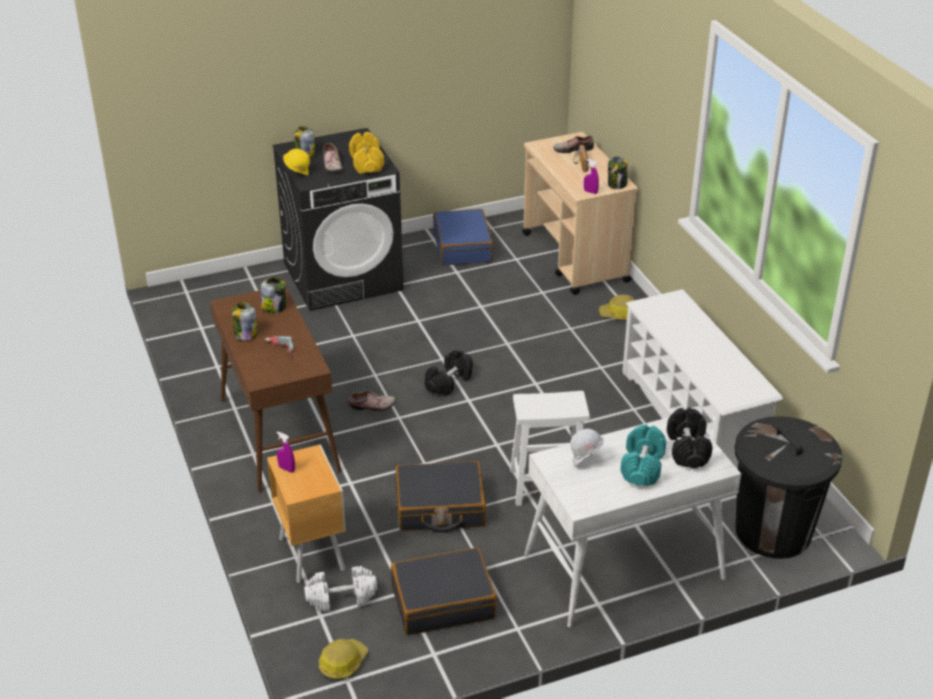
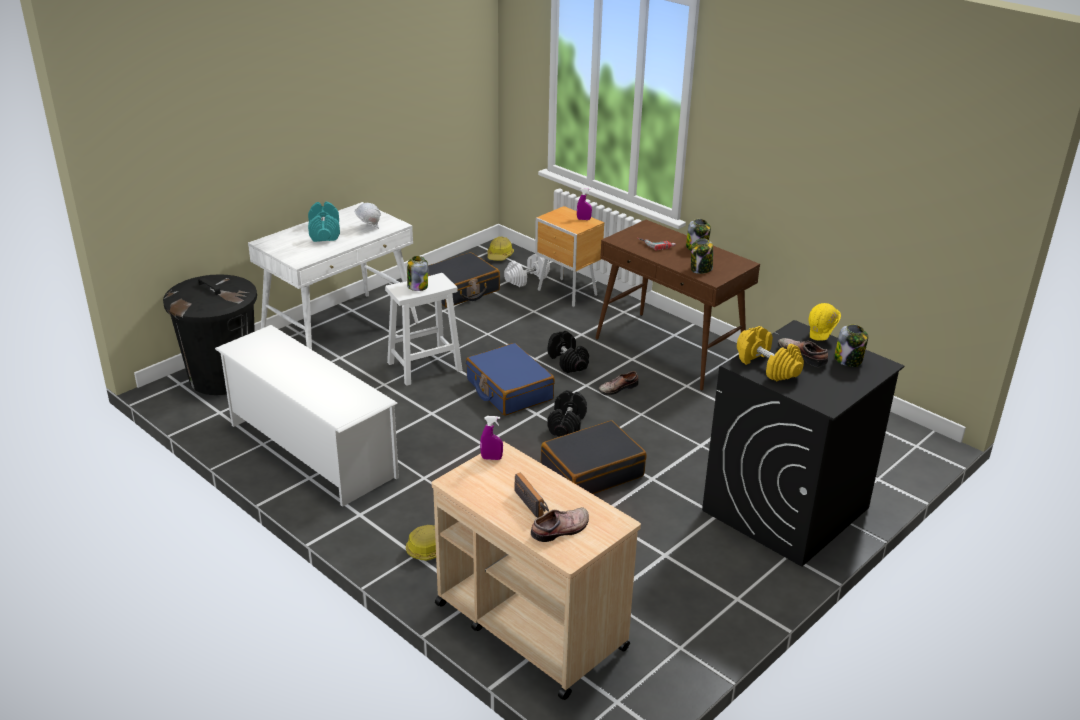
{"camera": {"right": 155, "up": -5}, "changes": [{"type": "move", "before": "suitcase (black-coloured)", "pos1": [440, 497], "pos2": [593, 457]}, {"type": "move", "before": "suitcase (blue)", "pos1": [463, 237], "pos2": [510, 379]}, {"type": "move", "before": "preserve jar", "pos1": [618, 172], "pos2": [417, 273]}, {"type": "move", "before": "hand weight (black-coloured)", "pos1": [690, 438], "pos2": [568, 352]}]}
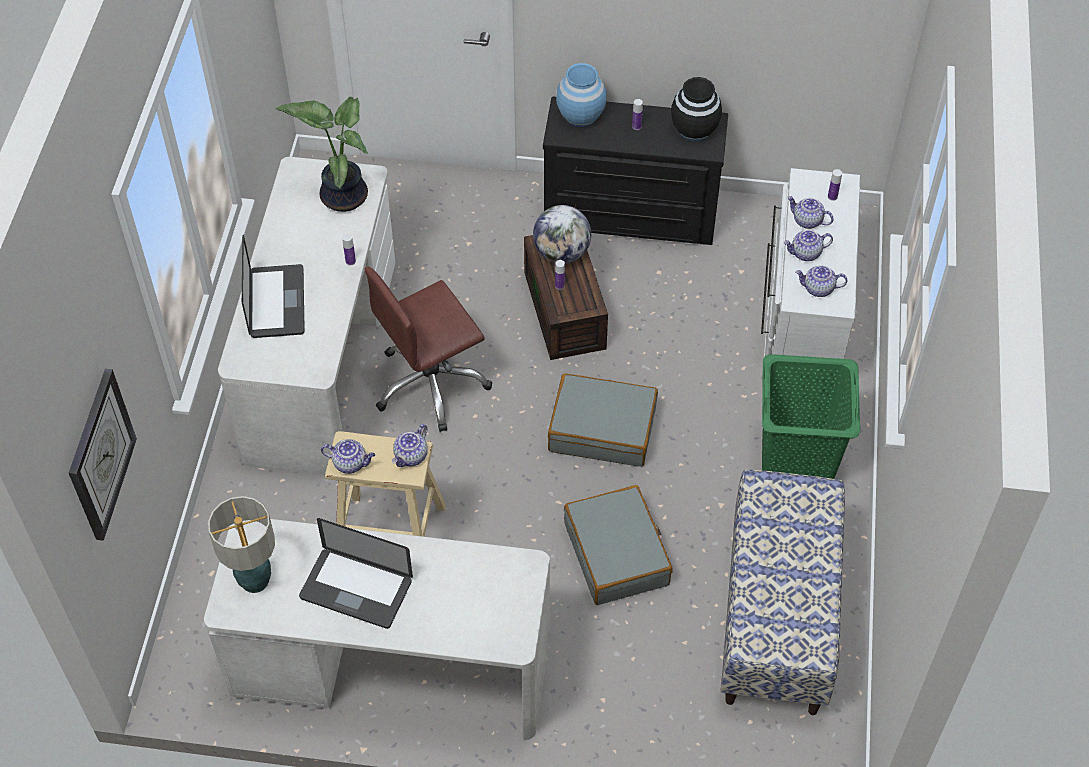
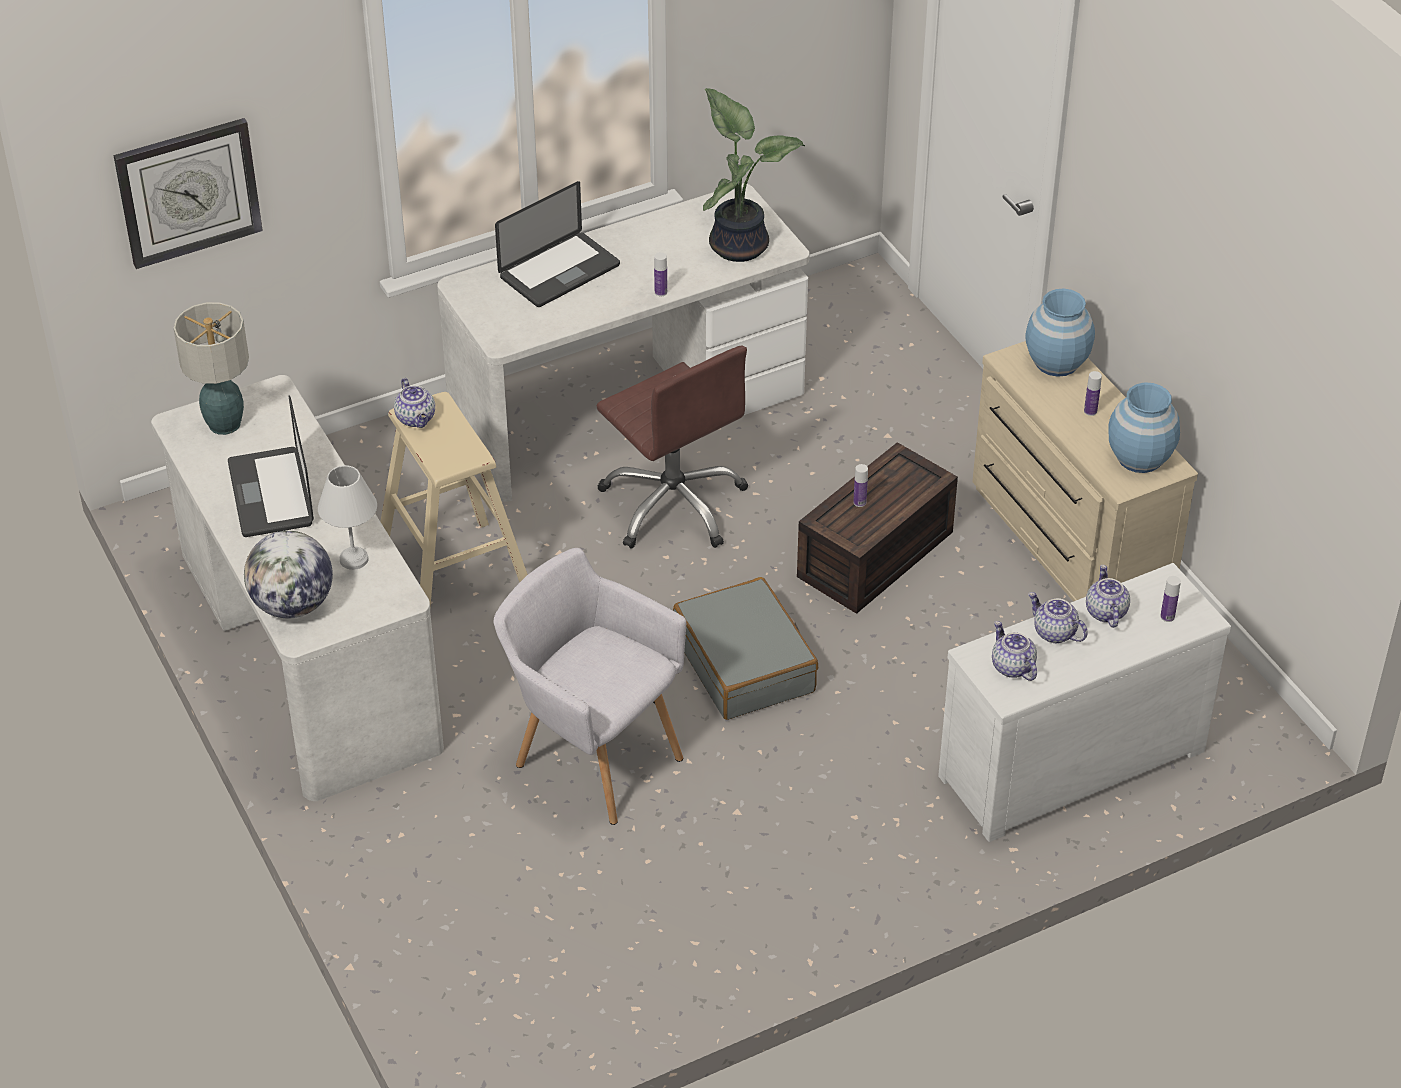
{"camera": {"right": 55, "up": -10}, "changes": [{"type": "delete", "before": "pot for tea", "pos1": [410, 445]}, {"type": "delete", "before": "indoor bench", "pos1": [783, 592]}, {"type": "delete", "before": "laundry basket (green-coloured)", "pos1": [811, 416]}, {"type": "insert", "after": "table lamp (whitish)", "pos2": [347, 517]}, {"type": "move", "before": "globe", "pos1": [562, 234], "pos2": [288, 574]}, {"type": "replace", "before": "suitcase (gray)", "after": "lounge chair (gray)", "pos1": [618, 545], "pos2": [590, 686]}, {"type": "recolor", "before": "drawer chest (black-coloured)", "after": "drawer chest (beige-coloured)", "pos1": [635, 170], "pos2": [1085, 471]}, {"type": "recolor", "before": "flower vase (black-coloured)", "after": "flower vase (blue)", "pos1": [696, 109], "pos2": [1144, 427]}, {"type": "rotate", "before": "office chair (brown-coloured)", "pos1": [428, 349], "pos2": [672, 447], "turn": -150}]}
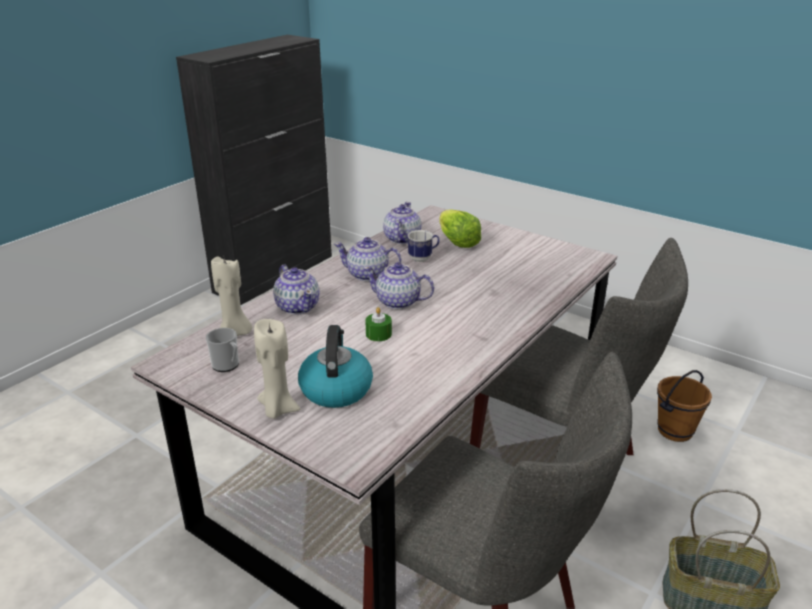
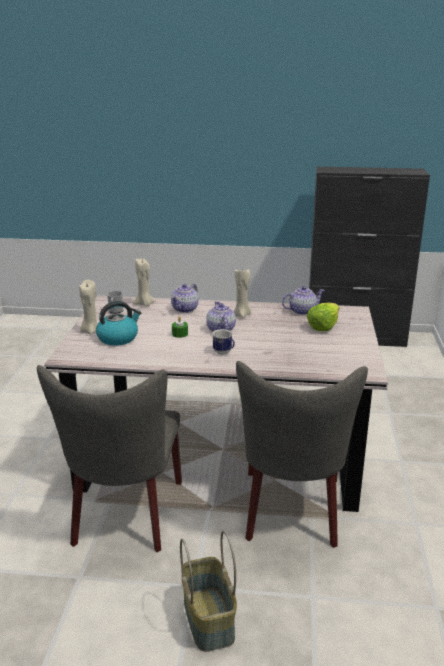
{"camera": {"right": 60, "up": -5}, "changes": [{"type": "delete", "before": "pail (brown-coloured)", "pos1": [684, 406]}, {"type": "move", "before": "tea mug", "pos1": [423, 246], "pos2": [223, 342]}, {"type": "replace", "before": "pot for tea", "after": "wax candle (beige-coloured)", "pos1": [368, 259], "pos2": [242, 293]}]}
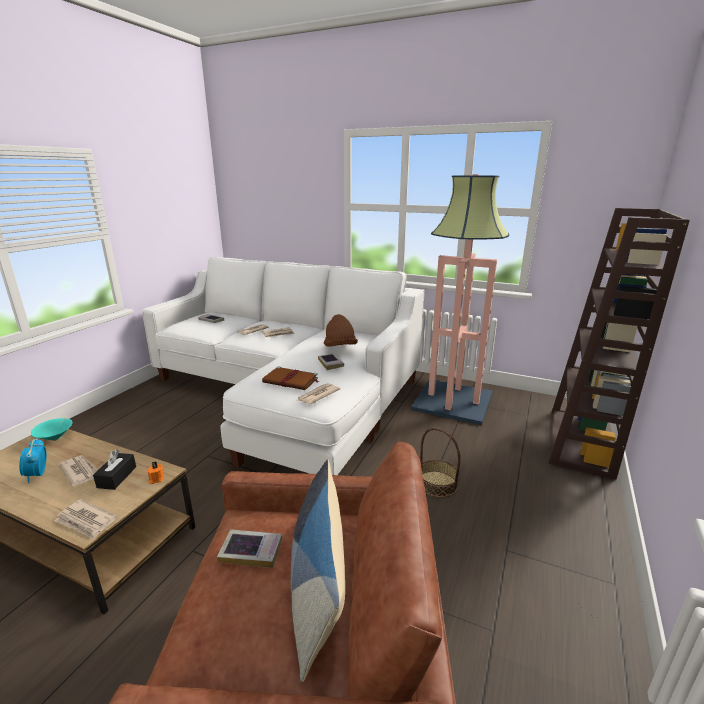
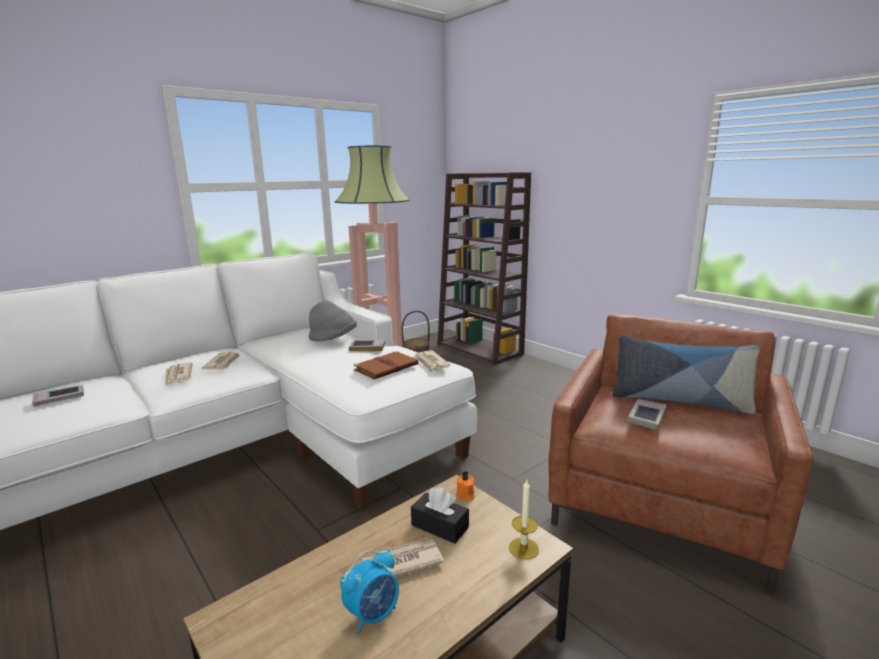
{"camera": {"right": -65, "up": -5}, "changes": [{"type": "delete", "before": "bowl (blue-green)", "pos1": [52, 429]}, {"type": "move", "before": "household basket", "pos1": [440, 463], "pos2": [416, 332]}, {"type": "replace", "before": "daily paper", "after": "wax candle", "pos1": [86, 519], "pos2": [524, 520]}, {"type": "recolor", "before": "clothing hat (brown-coloured)", "after": "clothing hat (gray)", "pos1": [341, 330], "pos2": [332, 321]}, {"type": "rotate", "before": "alarm clock", "pos1": [33, 460], "pos2": [369, 591], "turn": -45}]}
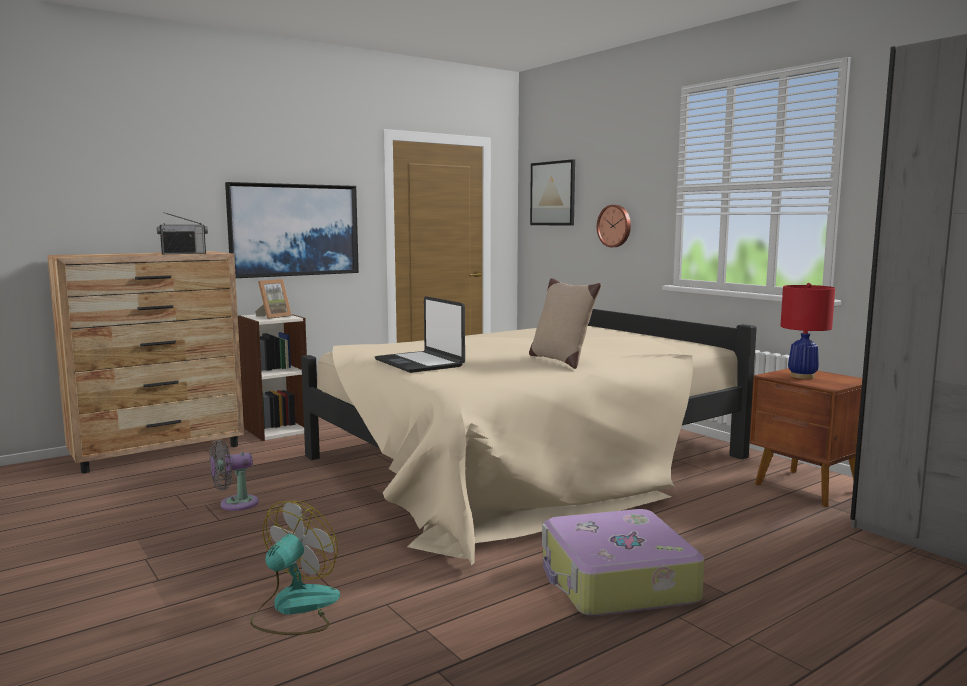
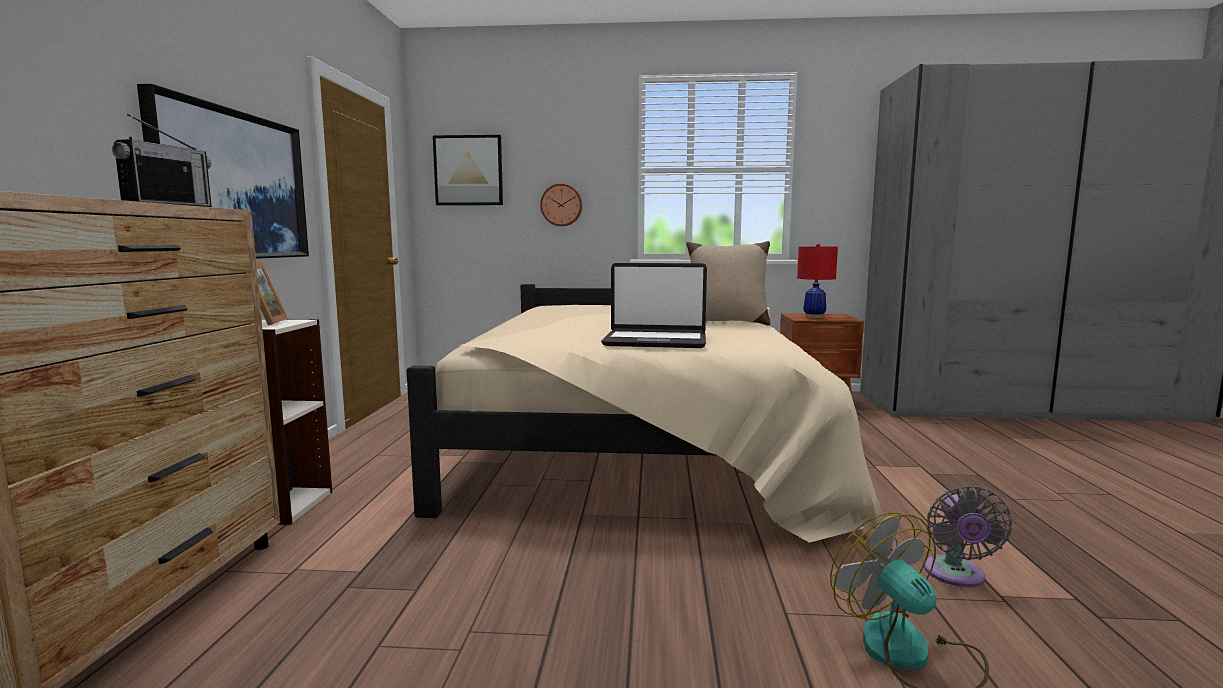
{"camera": {"right": -50, "up": 0}, "changes": [{"type": "delete", "before": "suitcase", "pos1": [623, 562]}, {"type": "move", "before": "fan (gray)", "pos1": [234, 475], "pos2": [968, 536]}]}
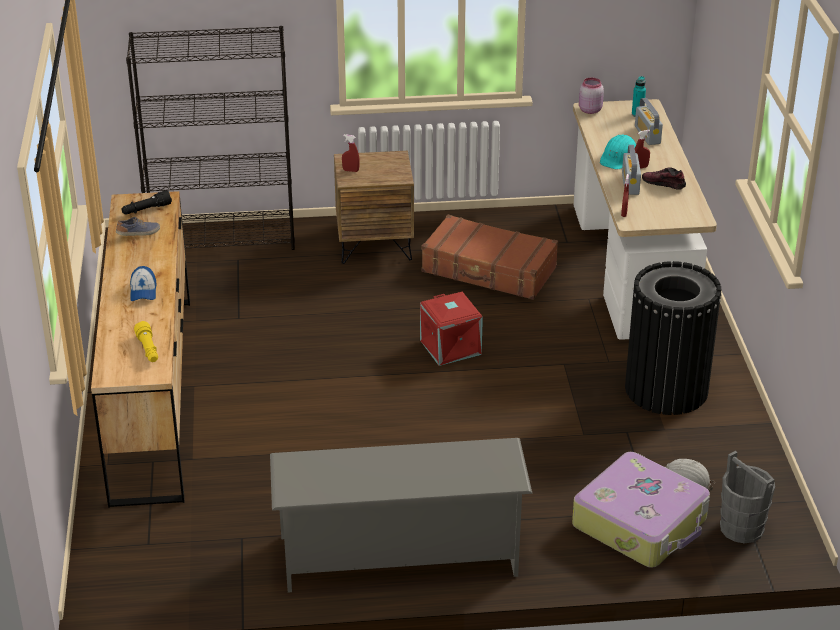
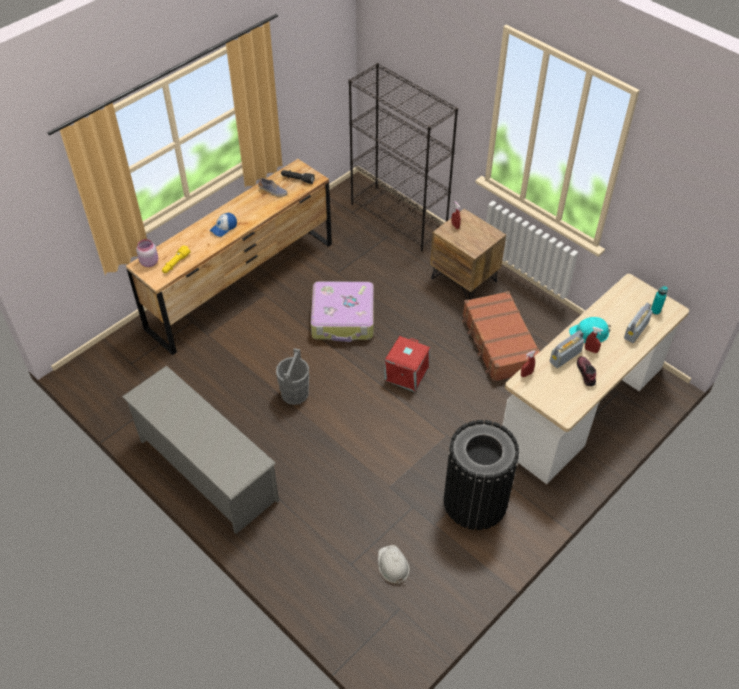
{"camera": {"right": 50, "up": 15}, "changes": [{"type": "move", "before": "suitcase", "pos1": [641, 510], "pos2": [342, 311]}, {"type": "move", "before": "preserve jar (pinkish)", "pos1": [591, 96], "pos2": [147, 253]}, {"type": "move", "before": "pail (gray)", "pos1": [747, 497], "pos2": [292, 376]}]}
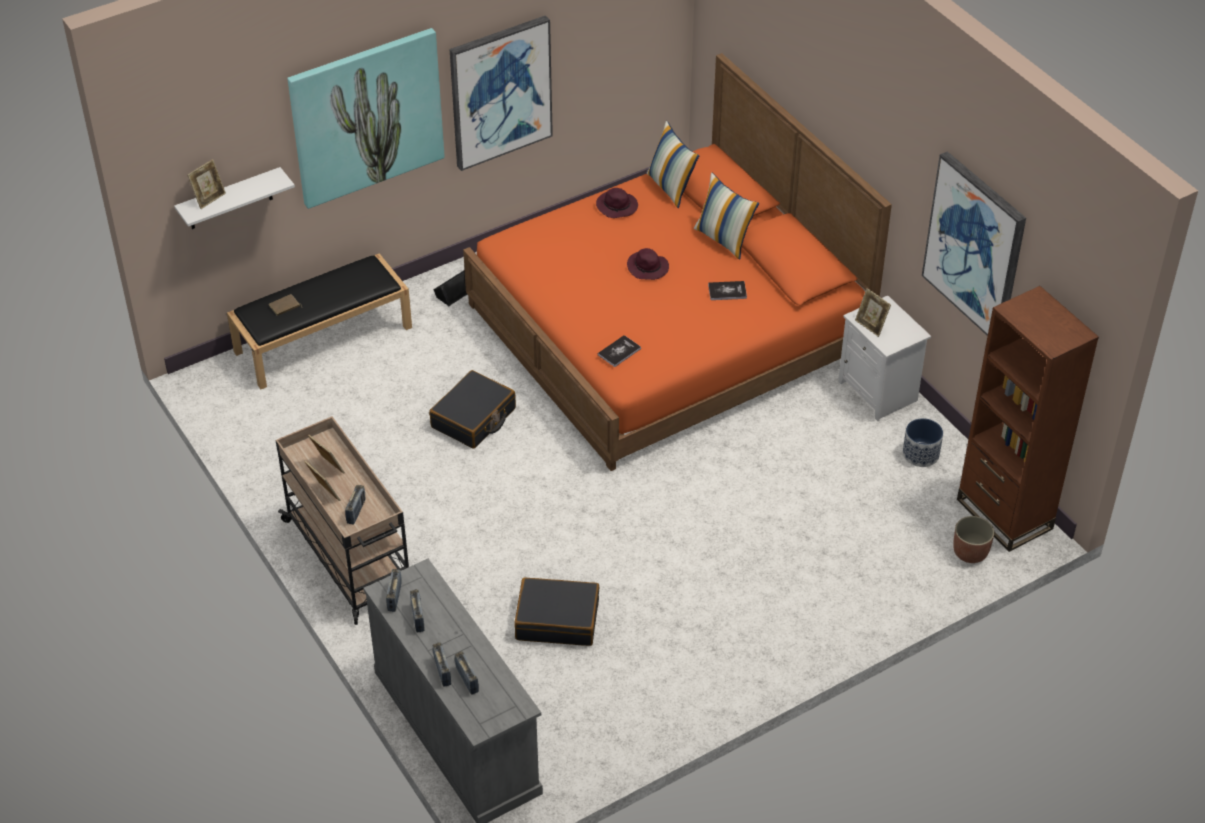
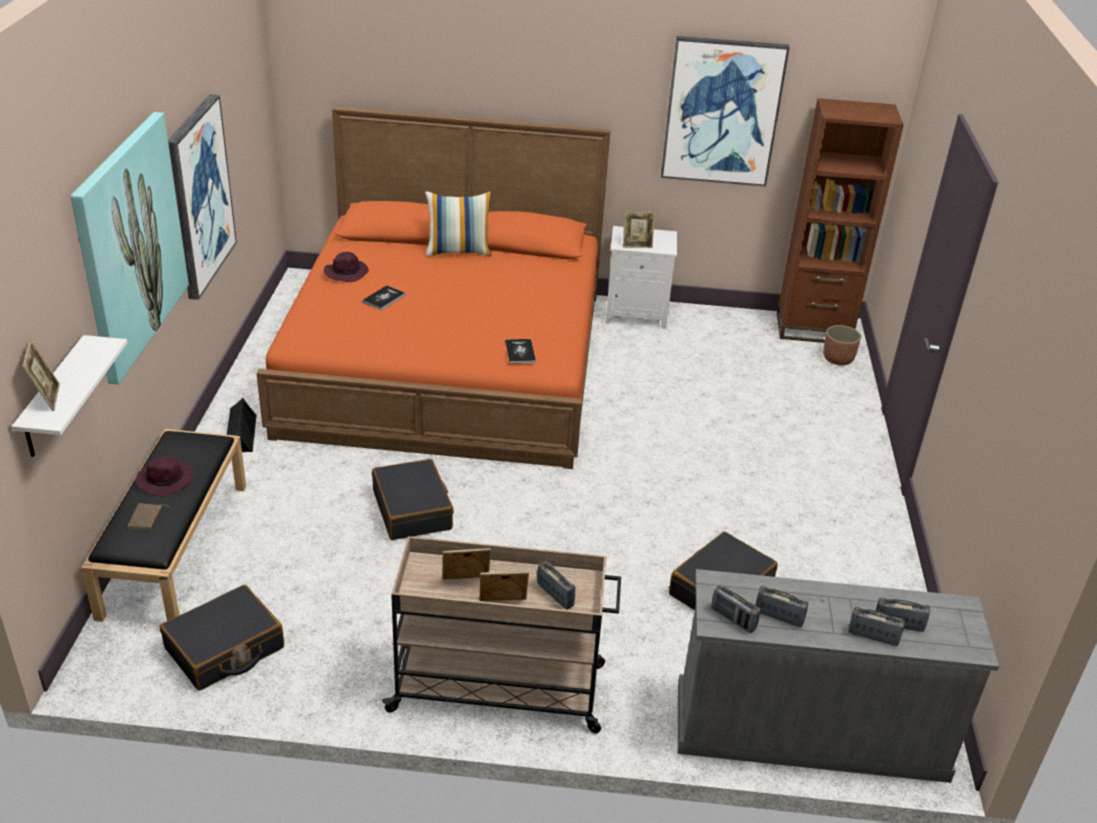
{"camera": {"right": -55, "up": -10}, "changes": [{"type": "delete", "before": "throw pillow", "pos1": [673, 164]}, {"type": "delete", "before": "plant pot", "pos1": [923, 442]}, {"type": "insert", "after": "suitcase (black-coloured)", "pos2": [222, 637]}, {"type": "move", "before": "clothing hat (purple-coloured)", "pos1": [648, 264], "pos2": [164, 476]}, {"type": "move", "before": "bound book", "pos1": [727, 290], "pos2": [384, 298]}]}
